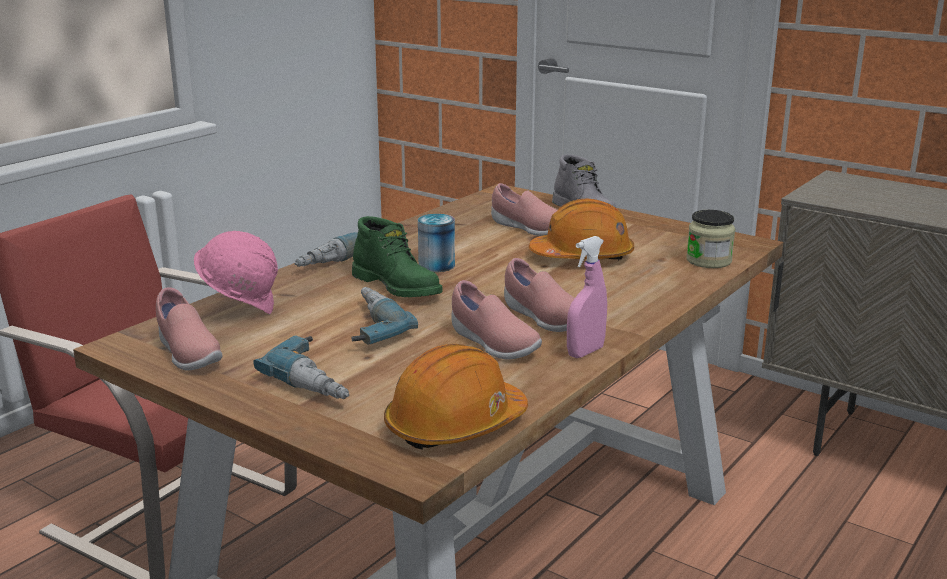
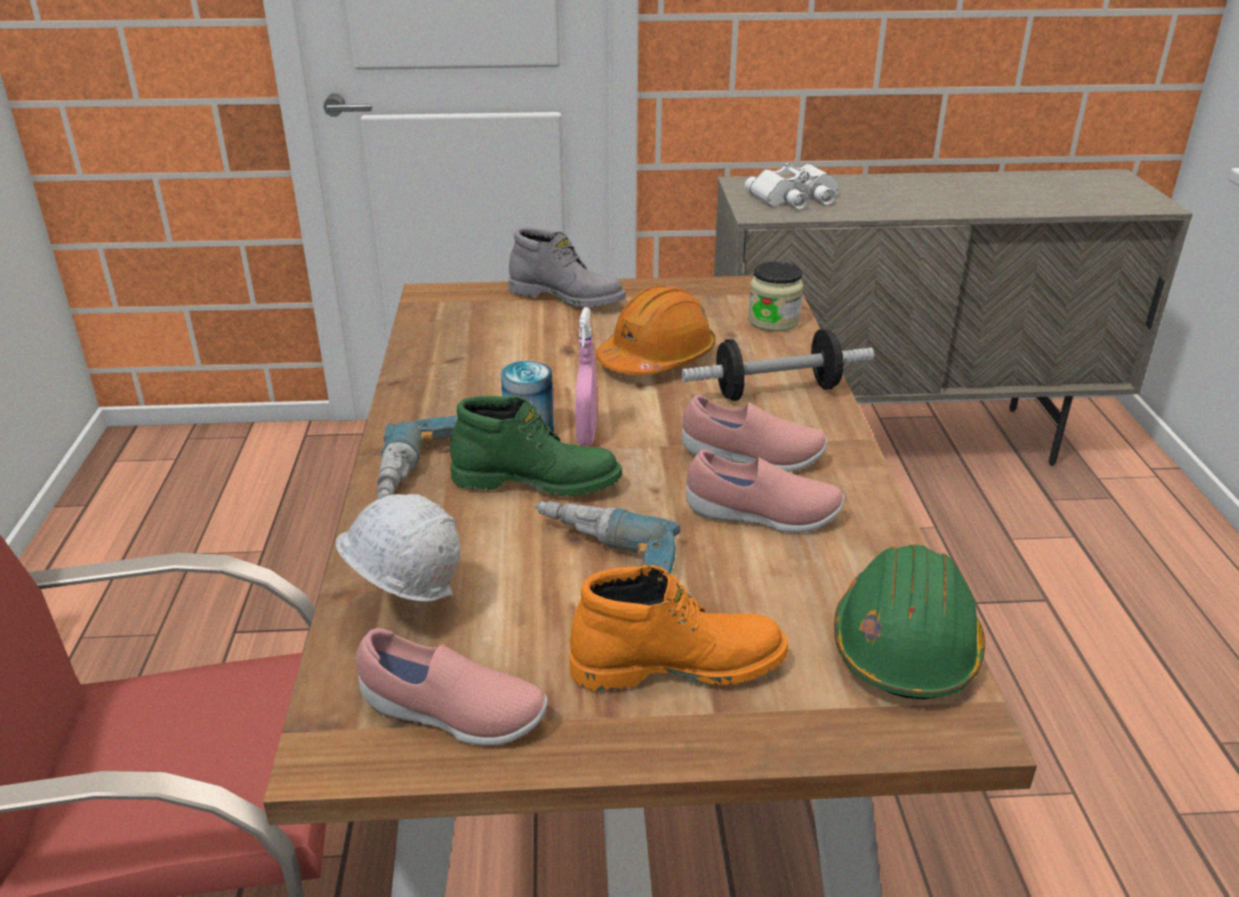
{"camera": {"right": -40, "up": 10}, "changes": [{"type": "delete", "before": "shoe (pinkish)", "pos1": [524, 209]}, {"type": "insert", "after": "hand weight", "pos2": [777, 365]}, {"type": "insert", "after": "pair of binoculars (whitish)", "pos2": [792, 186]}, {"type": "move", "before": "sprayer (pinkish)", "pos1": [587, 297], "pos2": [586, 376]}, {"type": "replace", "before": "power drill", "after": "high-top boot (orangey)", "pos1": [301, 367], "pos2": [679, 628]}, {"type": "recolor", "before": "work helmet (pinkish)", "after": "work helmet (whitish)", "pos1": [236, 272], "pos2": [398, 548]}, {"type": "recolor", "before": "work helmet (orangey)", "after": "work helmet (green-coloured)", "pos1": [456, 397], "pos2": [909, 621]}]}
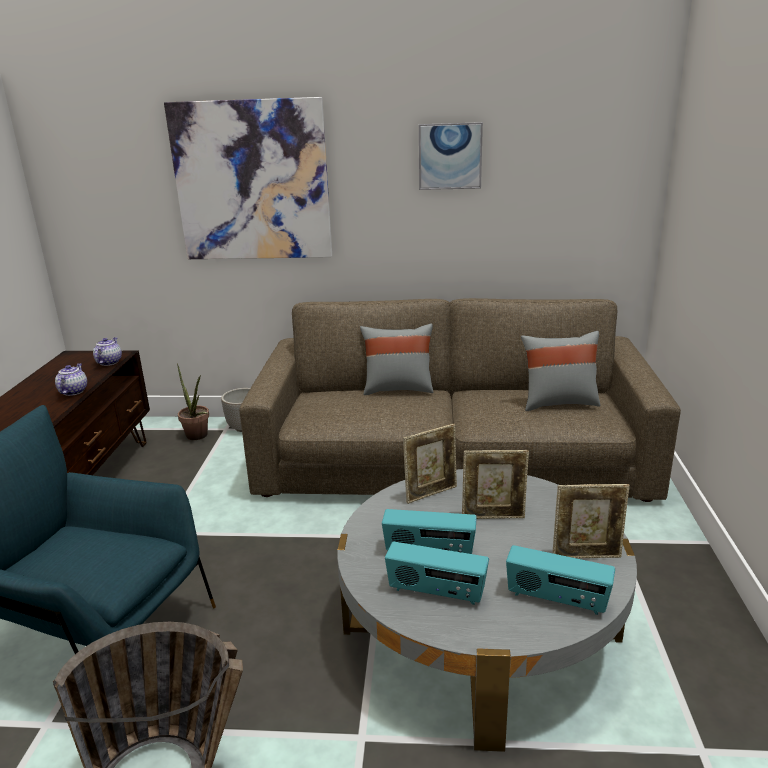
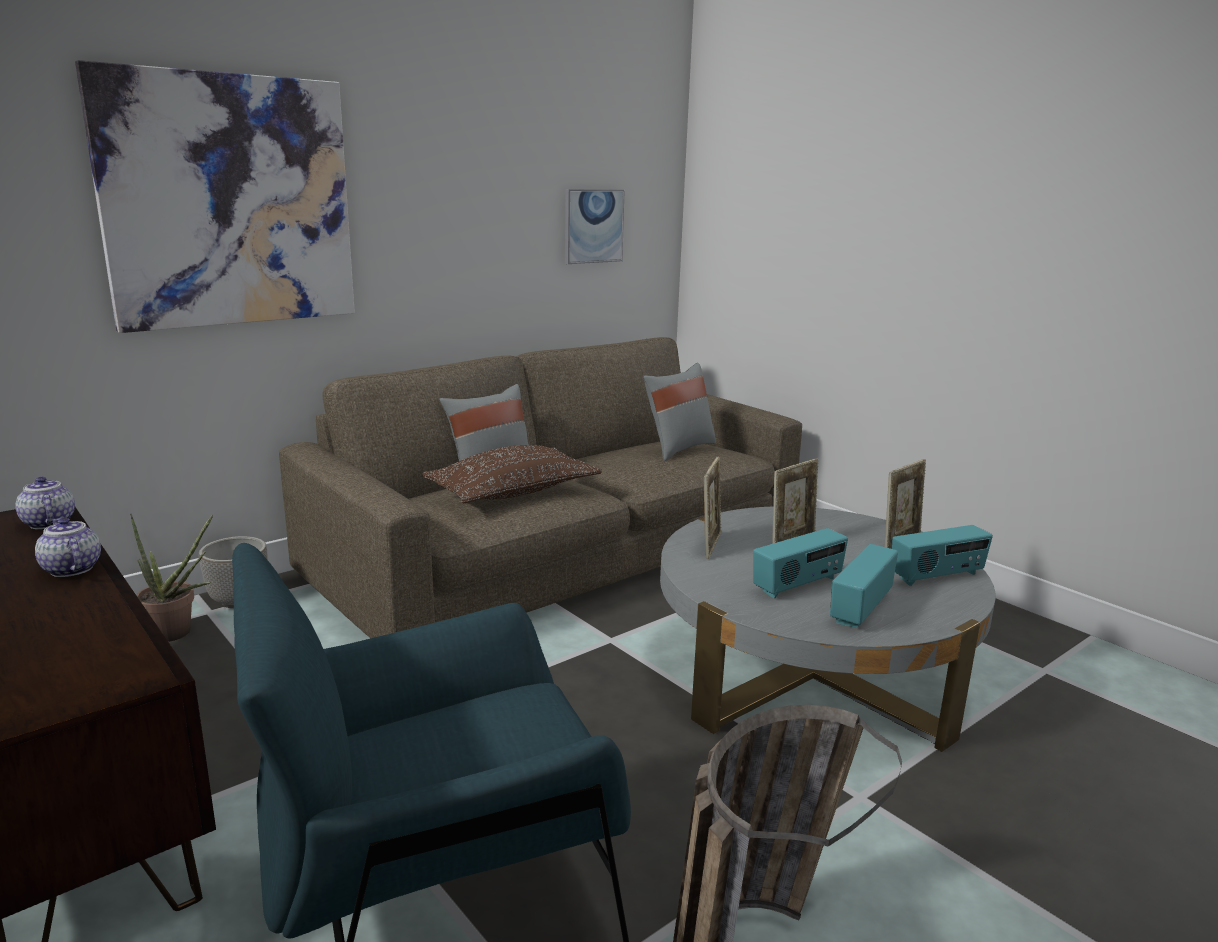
{"camera": {"right": -45, "up": -5}, "changes": [{"type": "insert", "after": "throw pillow (brown-coloured)", "pos2": [512, 474]}, {"type": "move", "before": "wall picture", "pos1": [451, 156], "pos2": [595, 226]}, {"type": "rotate", "before": "radio set", "pos1": [437, 573], "pos2": [864, 586], "turn": 150}]}
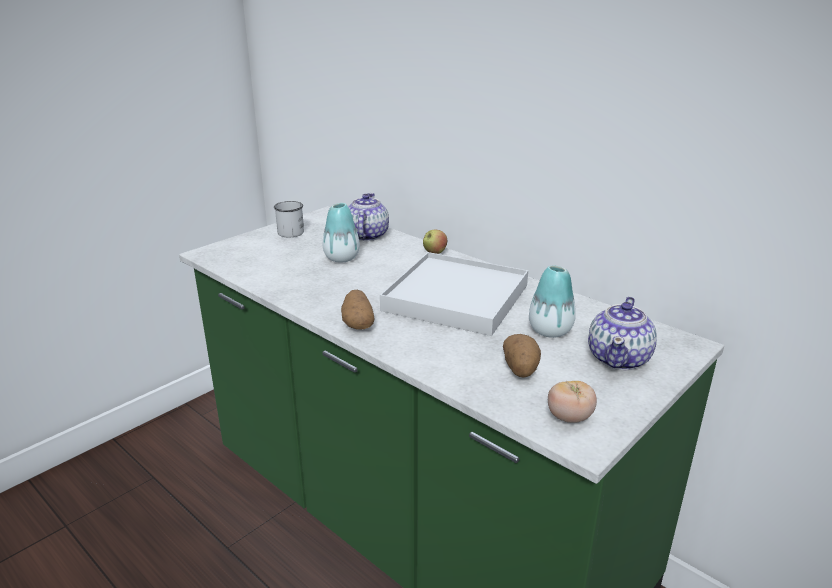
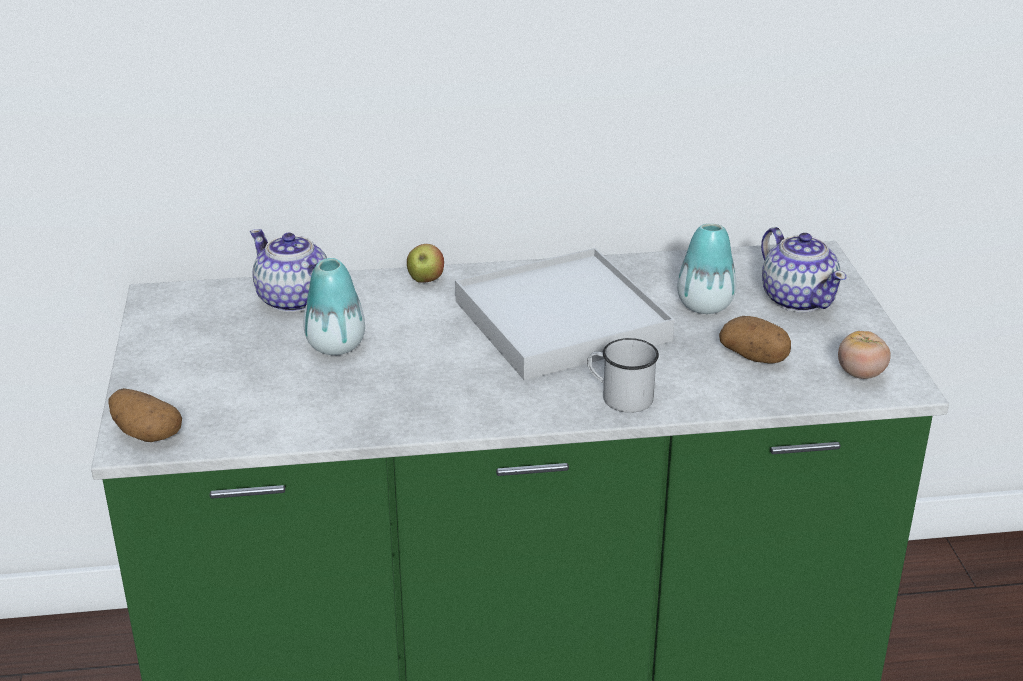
{"camera": {"right": -50, "up": 5}, "changes": [{"type": "move", "before": "tea mug (whitish)", "pos1": [289, 219], "pos2": [623, 375]}, {"type": "move", "before": "potato", "pos1": [357, 310], "pos2": [145, 415]}]}
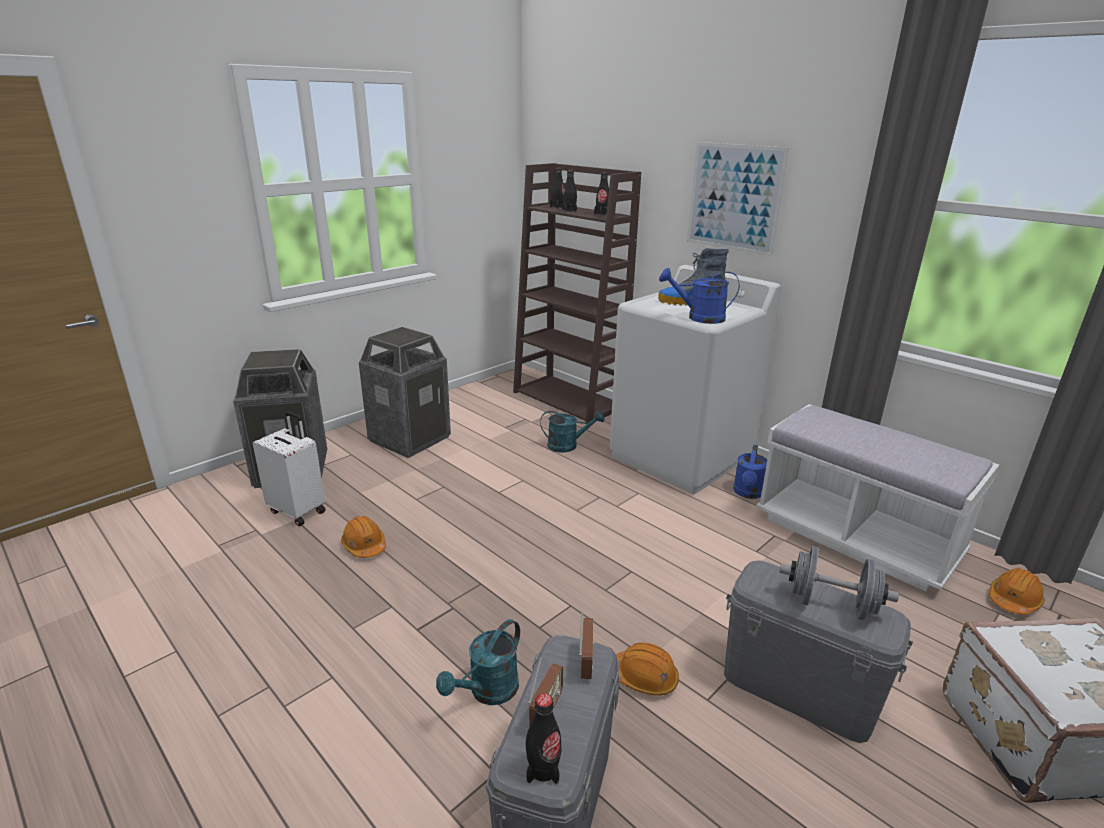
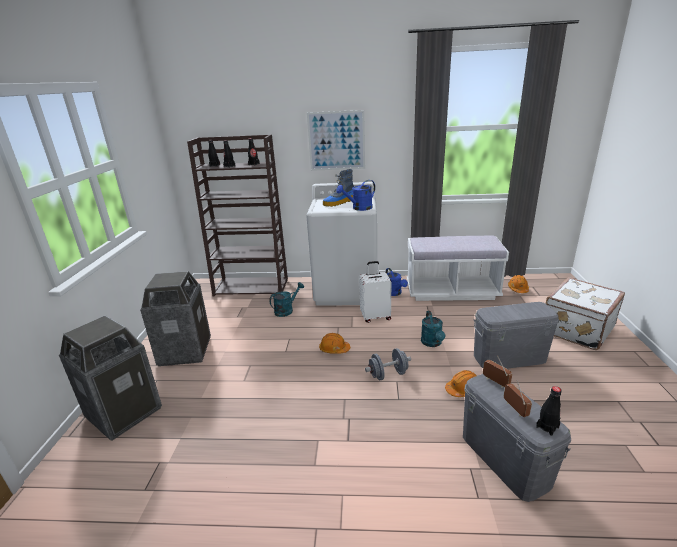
{"camera": {"right": -40, "up": 0}, "changes": [{"type": "move", "before": "suitcase (whitish)", "pos1": [289, 468], "pos2": [375, 292]}, {"type": "move", "before": "work helmet (orangey)", "pos1": [363, 537], "pos2": [334, 343]}, {"type": "move", "before": "watering can (blue-green)", "pos1": [478, 662], "pos2": [433, 329]}, {"type": "move", "before": "hand weight (gray)", "pos1": [839, 583], "pos2": [388, 364]}]}
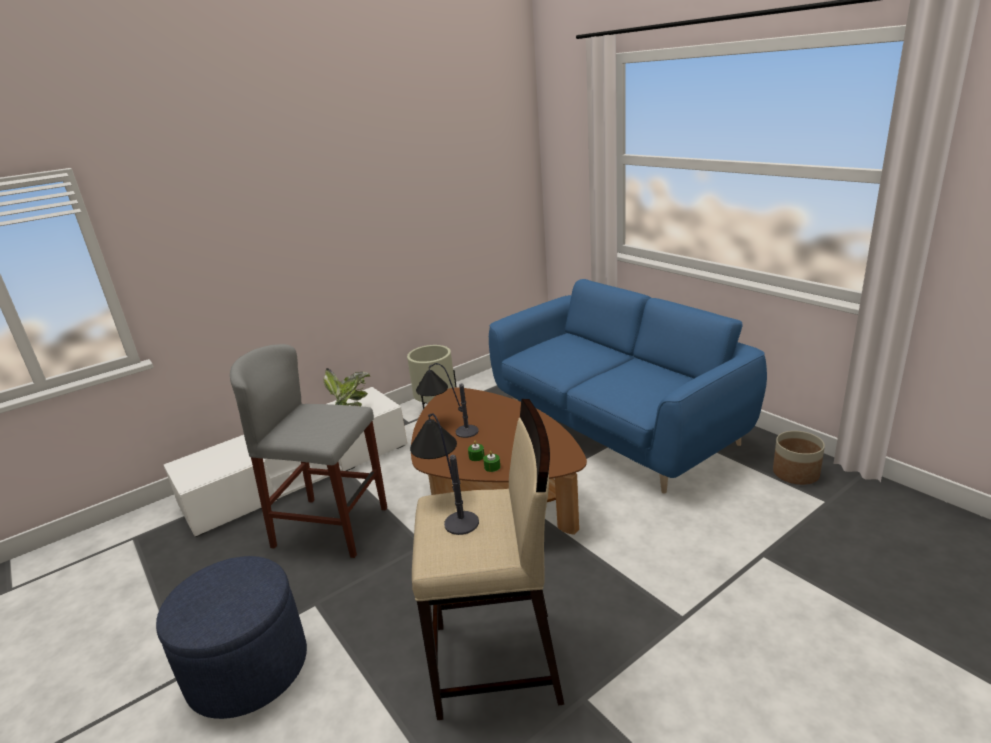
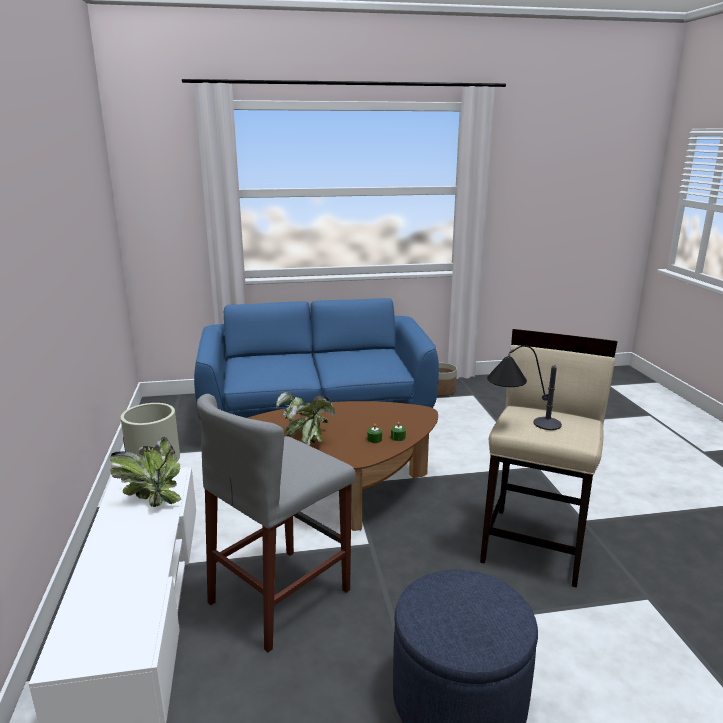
{"camera": {"right": -65, "up": -5}, "changes": [{"type": "replace", "before": "table lamp", "after": "plant in a pot", "pos1": [447, 400], "pos2": [305, 418]}]}
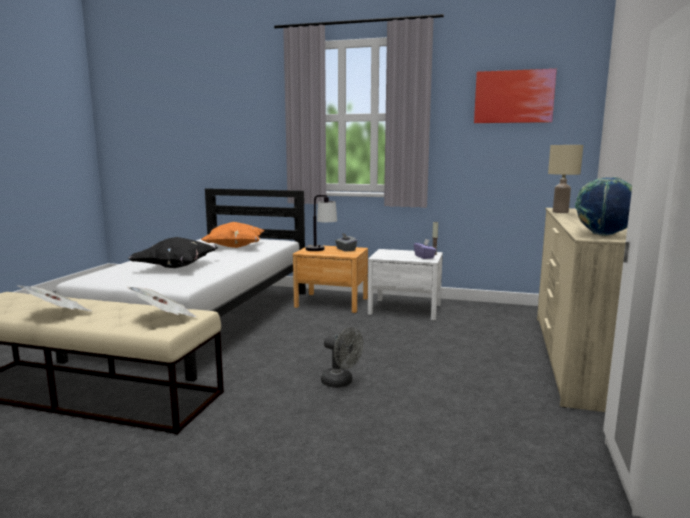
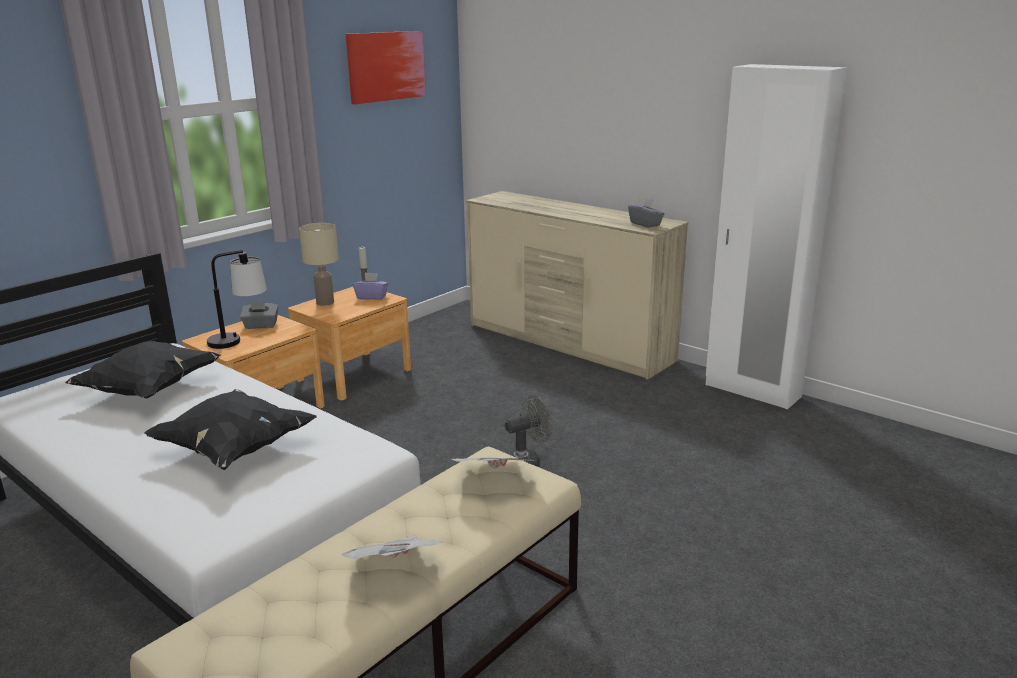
{"camera": {"right": -65, "up": 10}, "changes": [{"type": "move", "before": "table lamp (beige-coloured)", "pos1": [565, 179], "pos2": [319, 264]}, {"type": "replace", "before": "globe", "after": "box of tissues (gray)", "pos1": [603, 206], "pos2": [646, 212]}, {"type": "recolor", "before": "throw pillow (orangey)", "after": "throw pillow (black-coloured)", "pos1": [232, 235], "pos2": [143, 369]}, {"type": "recolor", "before": "nightstand (whitish)", "after": "nightstand (brown-coloured)", "pos1": [405, 284], "pos2": [349, 343]}]}
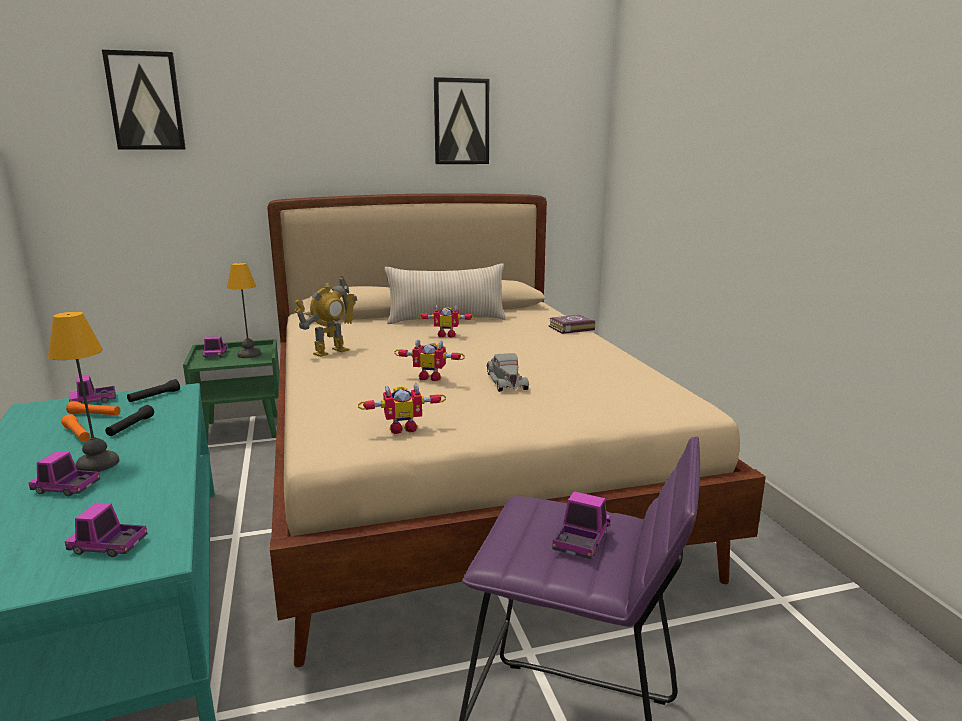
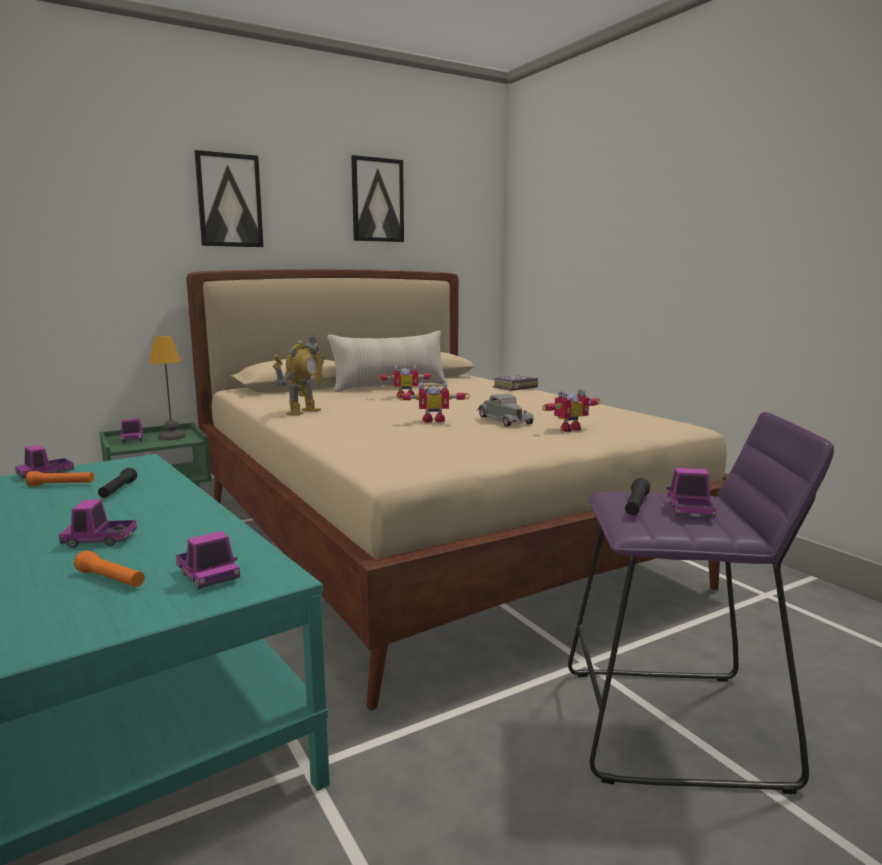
{"camera": {"right": -15, "up": -5}, "changes": [{"type": "delete", "before": "table lamp", "pos1": [83, 392]}, {"type": "move", "before": "flashlight (orangey)", "pos1": [75, 428], "pos2": [109, 568]}, {"type": "move", "before": "wall picture", "pos1": [144, 99], "pos2": [228, 198]}, {"type": "move", "before": "flashlight (black-coloured)", "pos1": [153, 390], "pos2": [637, 496]}, {"type": "move", "before": "robot figure", "pos1": [402, 408], "pos2": [571, 410]}, {"type": "rotate", "before": "toy lorry", "pos1": [105, 530], "pos2": [208, 560], "turn": -120}]}
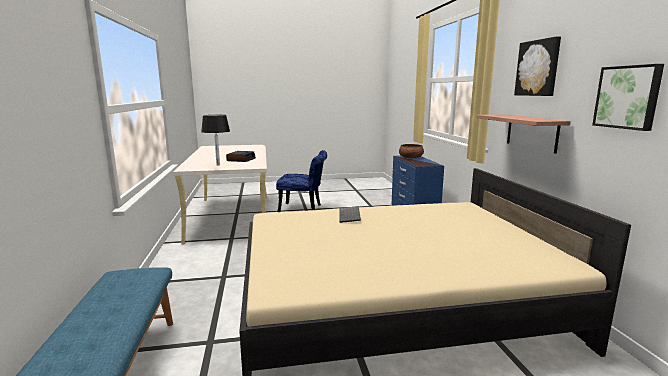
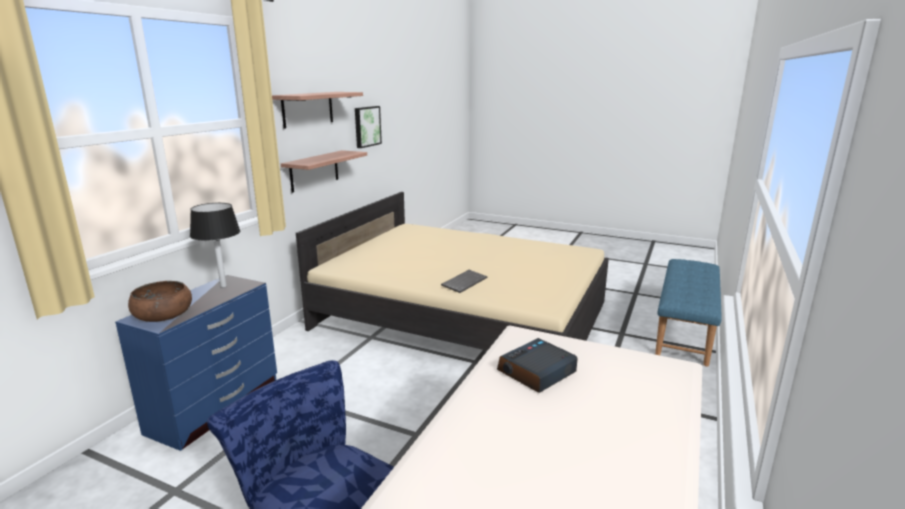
{"camera": {"right": -145, "up": 5}, "changes": [{"type": "move", "before": "table lamp (black-coloured)", "pos1": [215, 140], "pos2": [215, 245]}, {"type": "replace", "before": "wall picture", "after": "wall shelf", "pos1": [537, 66], "pos2": [317, 110]}]}
